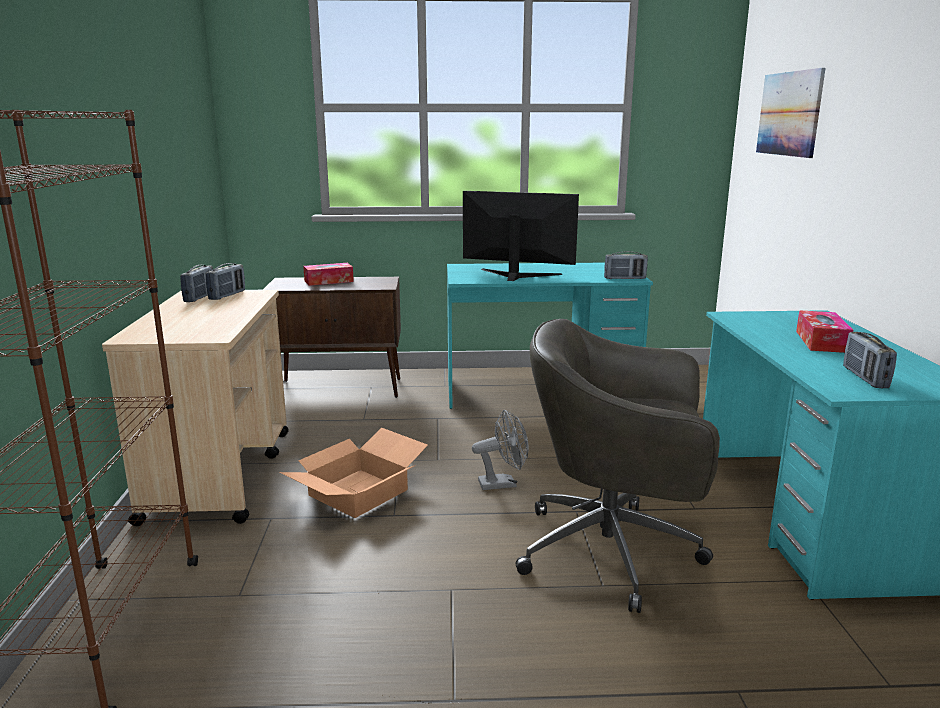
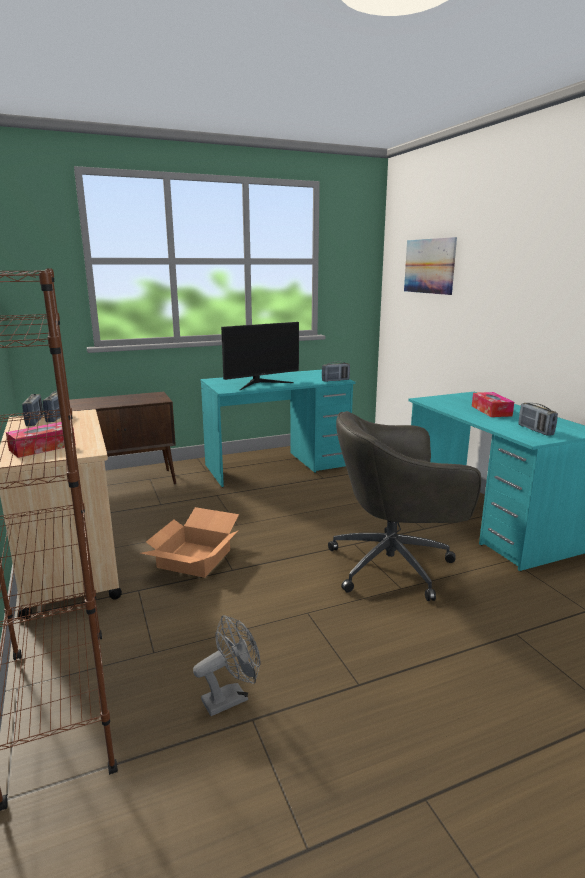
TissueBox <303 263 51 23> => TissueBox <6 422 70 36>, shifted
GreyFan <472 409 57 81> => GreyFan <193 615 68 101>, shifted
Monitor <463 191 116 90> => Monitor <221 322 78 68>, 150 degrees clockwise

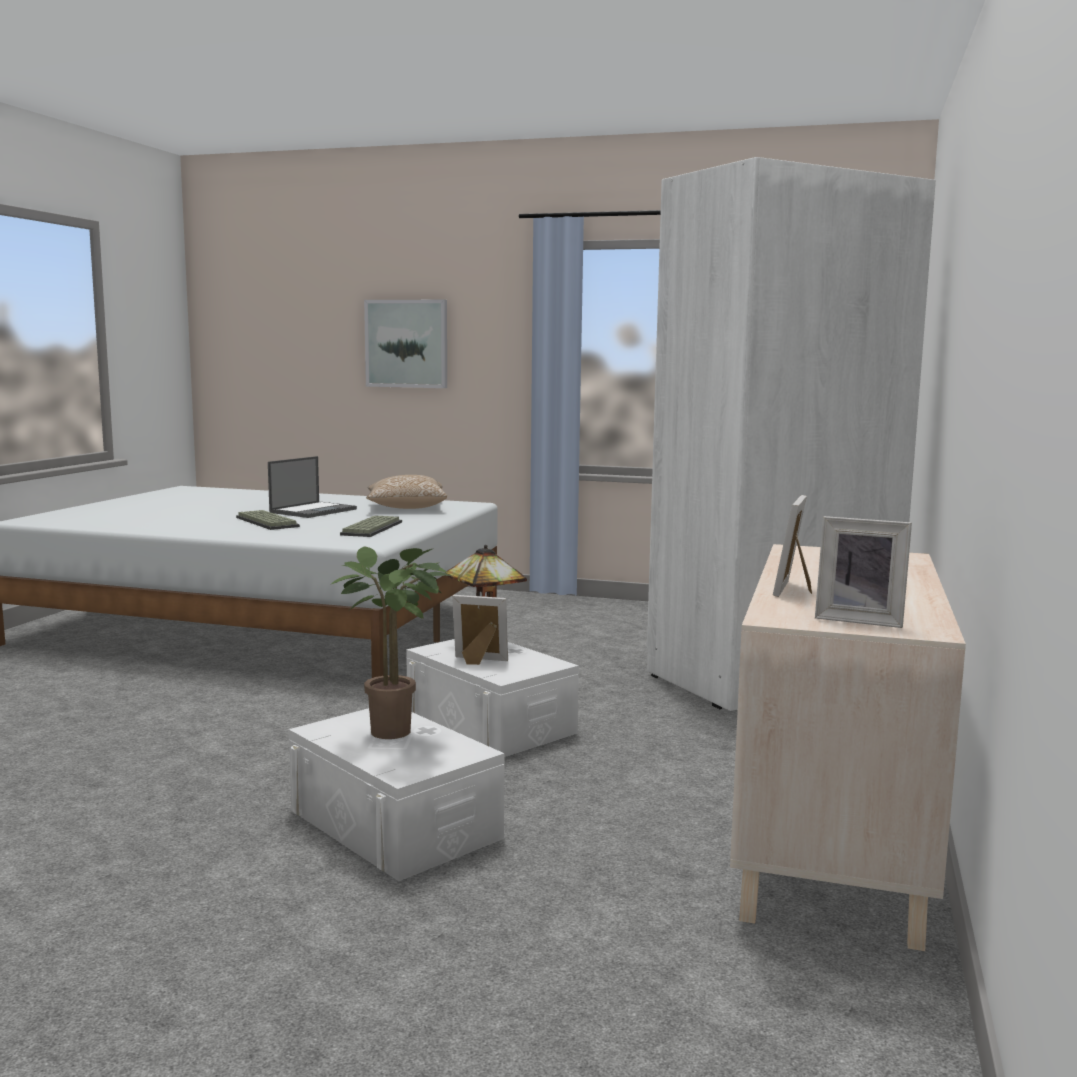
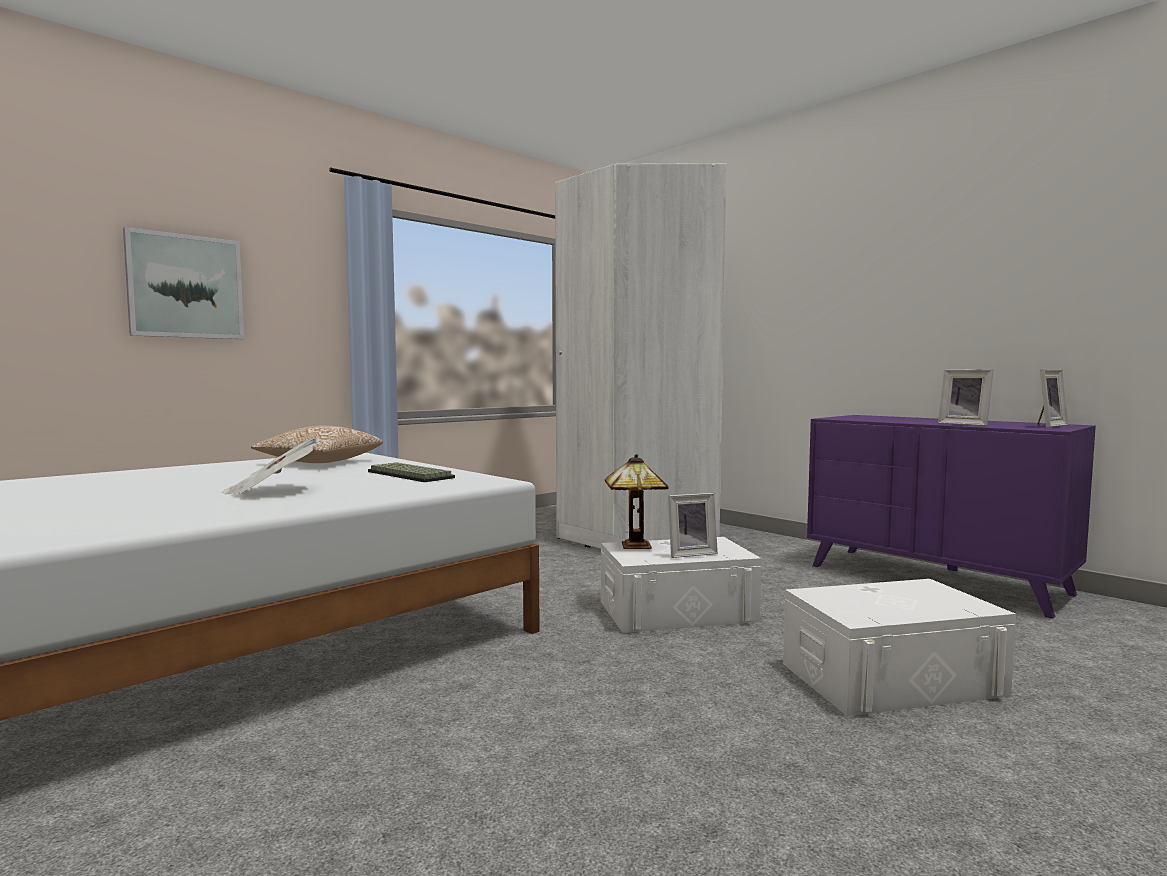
Laptop <268 456 89 62> => nothing
PottedPlant <332 546 119 193> => nothing
Keyboard <236 510 64 20> => Newspaper <222 438 99 56>
BeigeDresser <730 544 236 407> => PurpleDresser <807 415 289 204>
PictureFrame <452 595 56 70> => PictureFrame <668 493 50 65>, 150 degrees counterclockwise

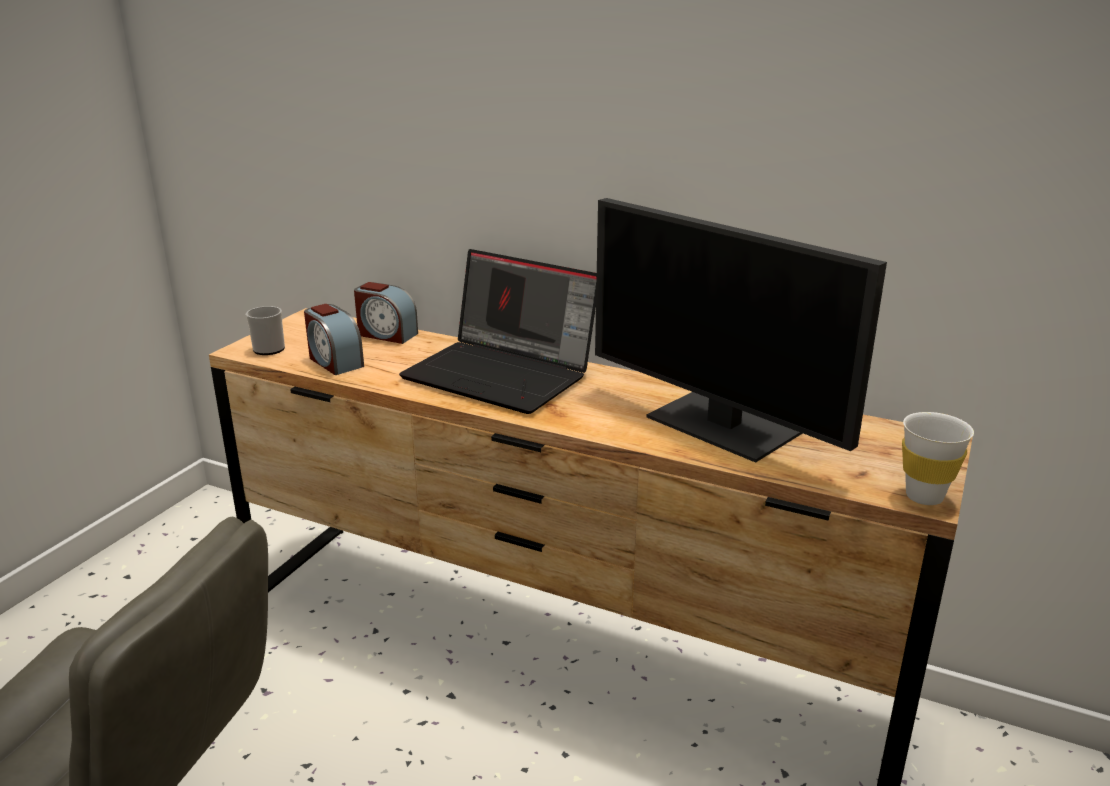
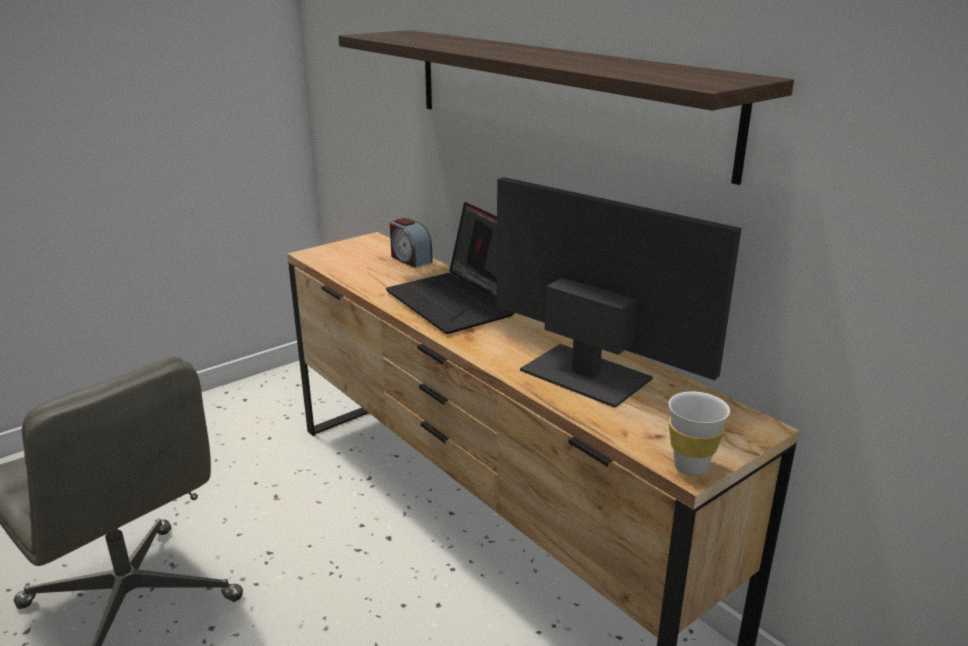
Mug <246 306 39 49> => nothing
AlarmClock <304 304 60 71> => nothing
nothing => Shelf <338 30 456 155>
Monitor <595 198 292 265> => Monitor <496 177 245 231>, 150 degrees clockwise

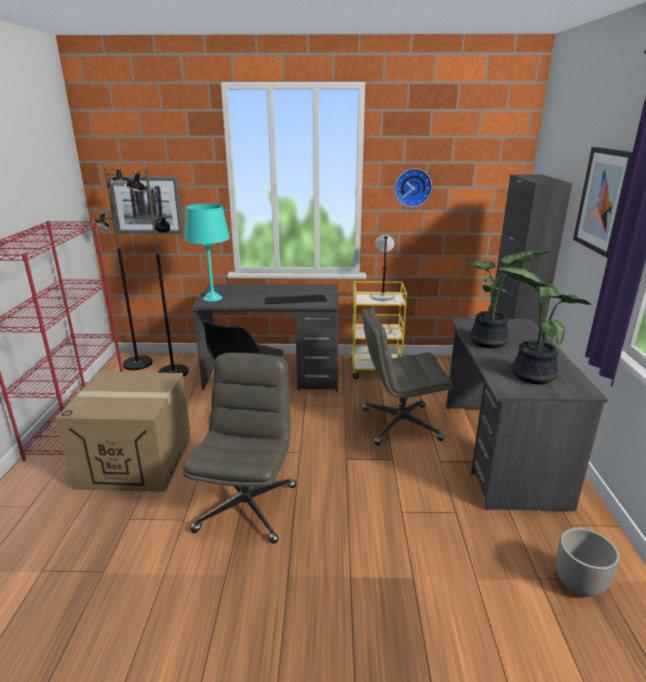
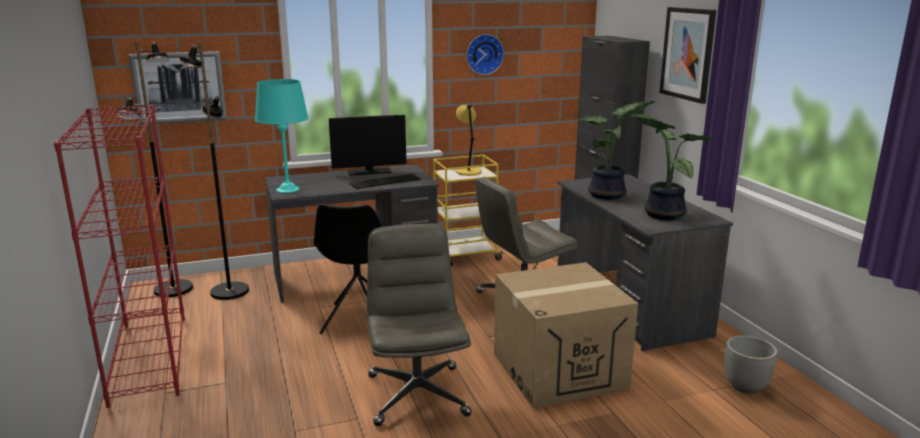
nothing => Monitor <329 115 77 61>
CardboardBox <55 372 136 120> => CardboardBox <494 262 144 146>, shifted
GreyTableLamp <371 235 24 66> => YellowTableLamp <456 105 26 71>

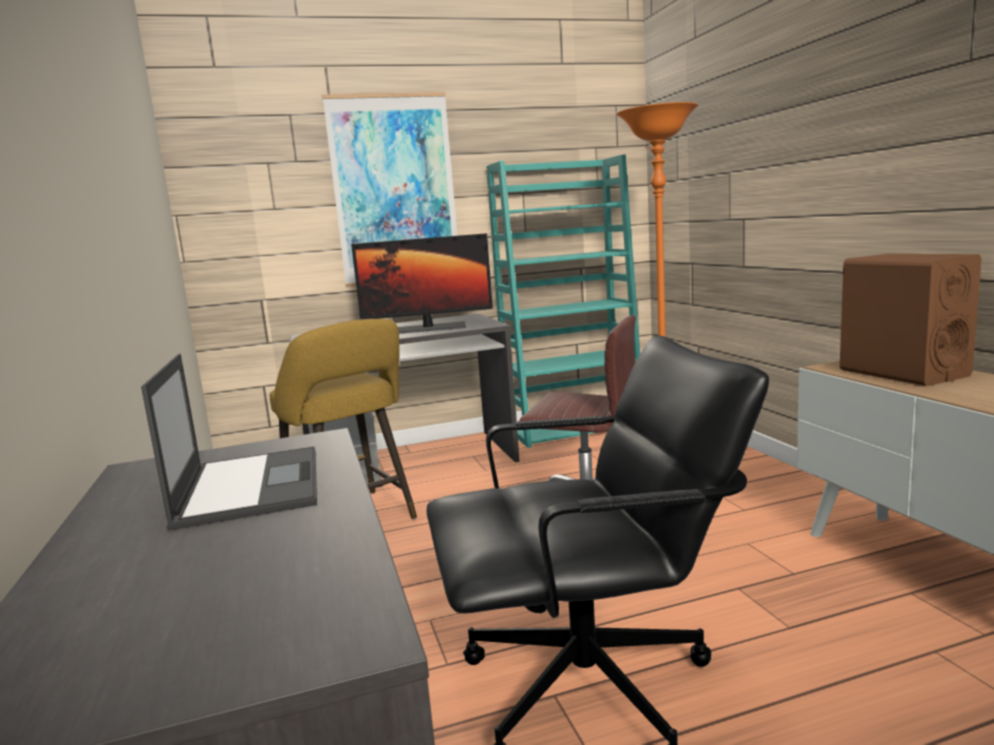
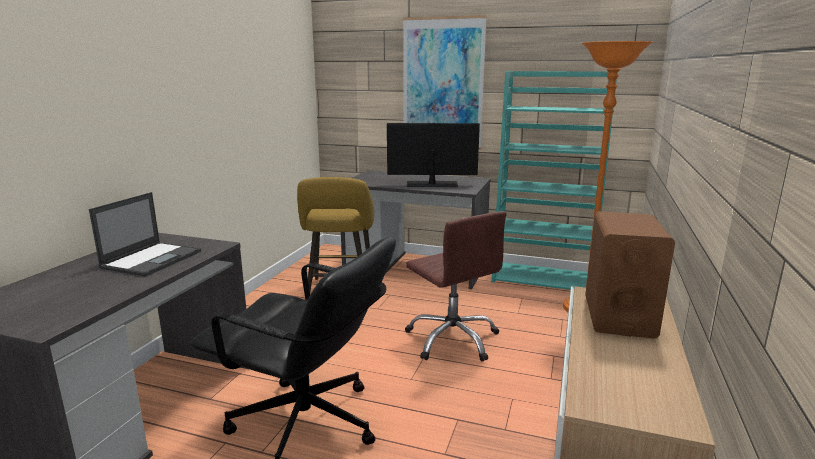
Monitor <351 233 142 101> => Monitor <387 123 93 64>, 150 degrees clockwise

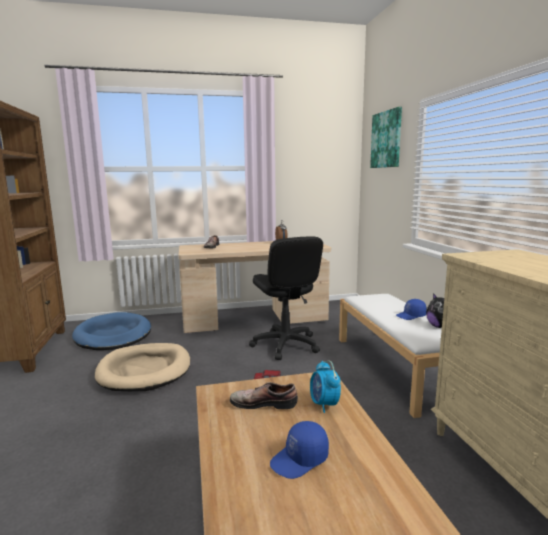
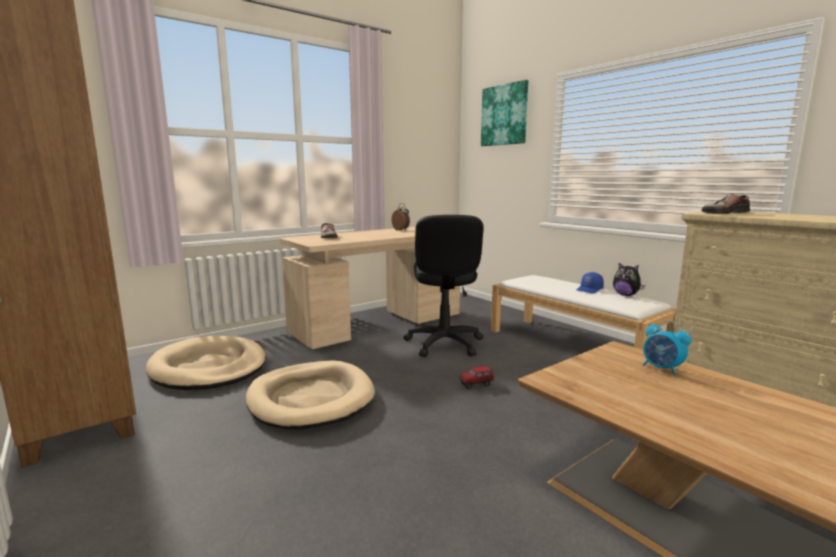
BlueCap <270 421 59 58> => nothing
Shoe <230 382 68 27> => Shoe <701 194 49 20>, shifted
BlueDogBed <72 312 79 38> => BeigeDogBed <146 336 120 54>
BlackOfficeChair <249 236 74 124> => BlackOfficeChair <403 215 80 142>, 45 degrees clockwise

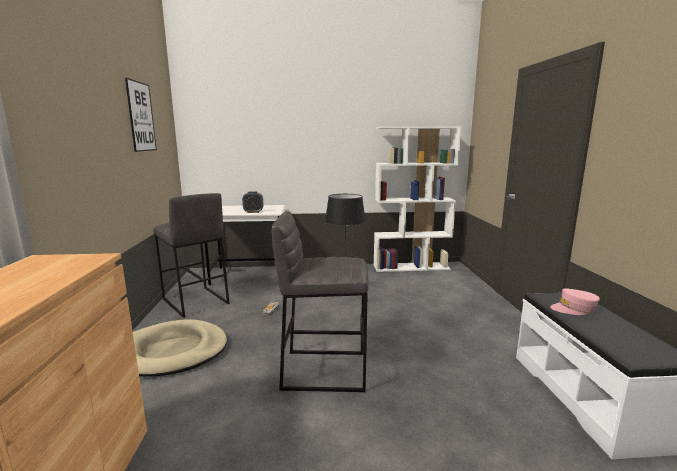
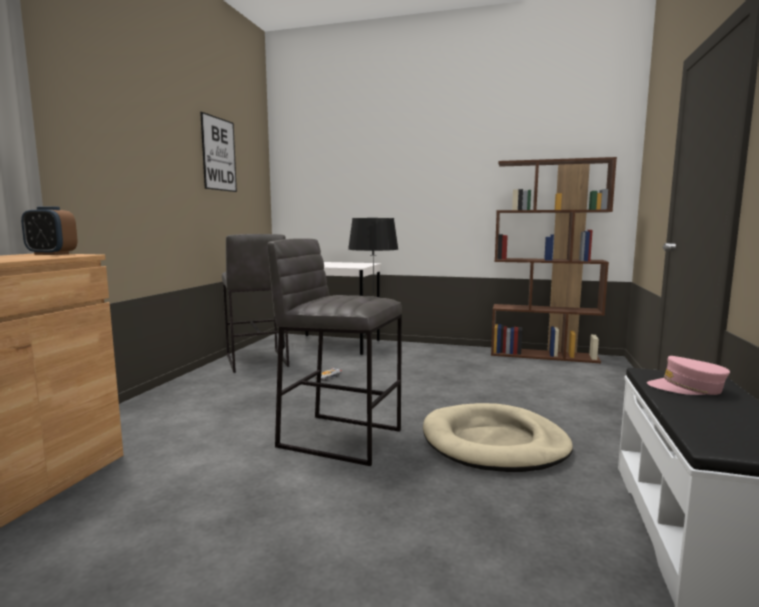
BeigeDogBed <133 319 94 58> => BeigeDogBed <423 403 150 69>, shifted
AlarmClock <242 191 21 22> => AlarmClock <21 206 56 49>, shifted
WhiteBookcase <374 126 88 146> => BrownBookcase <491 157 126 206>

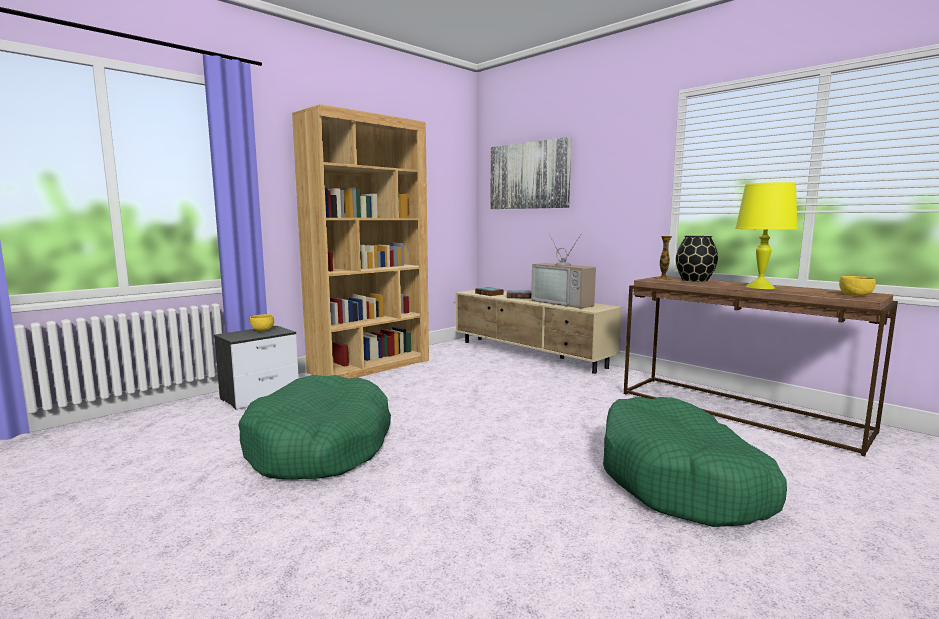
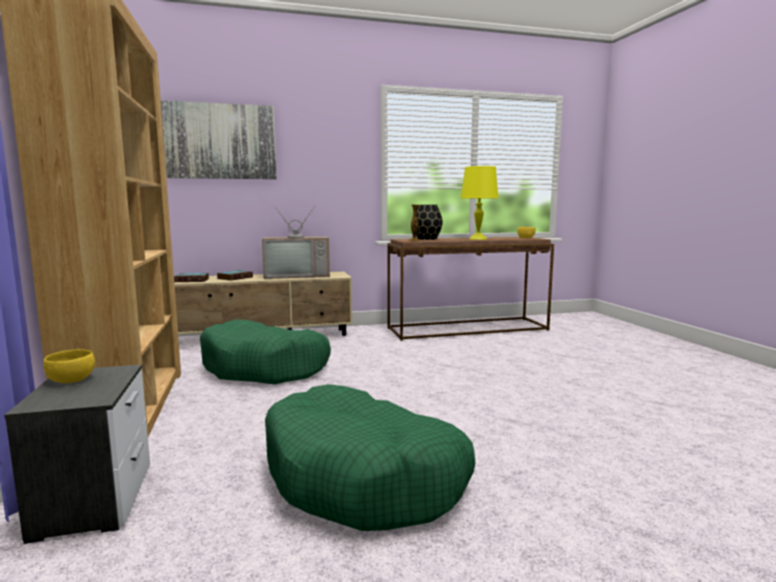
GreenDogBed <603 397 184 130> => GreenDogBed <200 319 131 65>, shifted

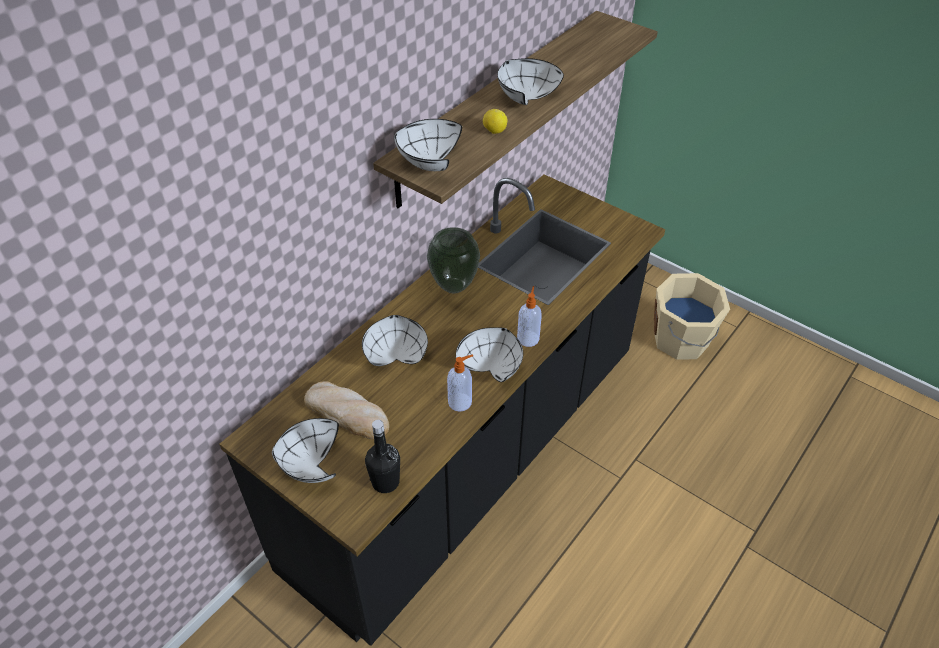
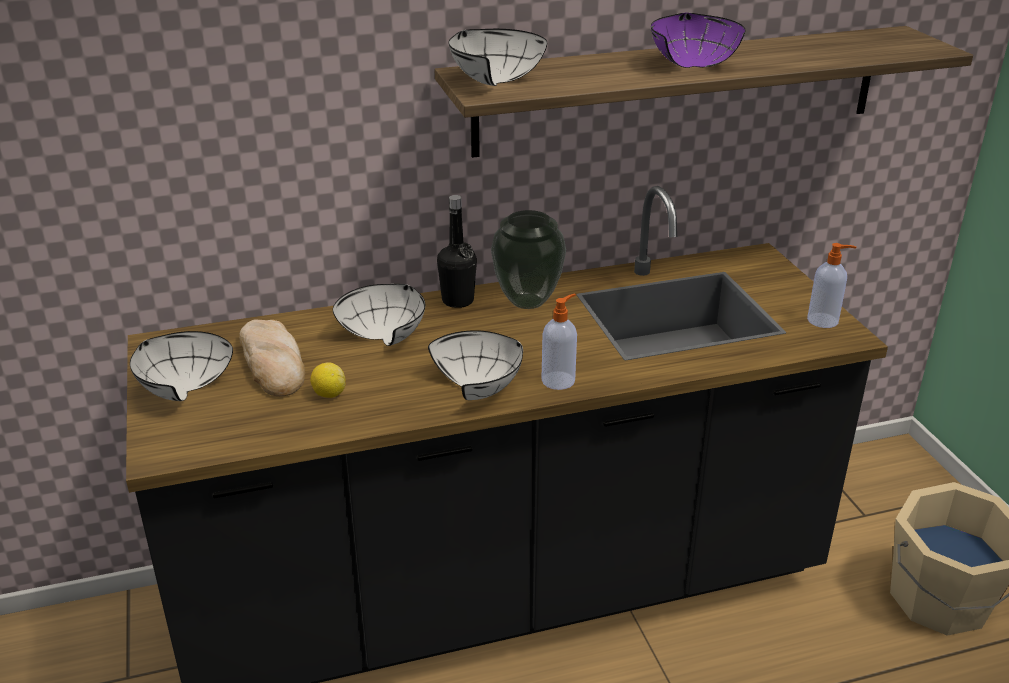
BlackBottle <365 420 35 73> => BlackBottle <437 195 40 113>, shifted
SoapDispenser <447 355 26 57> => SoapDispenser <807 243 50 85>, shifted
Lemon <483 109 24 25> => Lemon <310 362 35 36>, shifted
WhiteBowl <497 58 67 47> => PurpleBowl <651 13 95 55>

